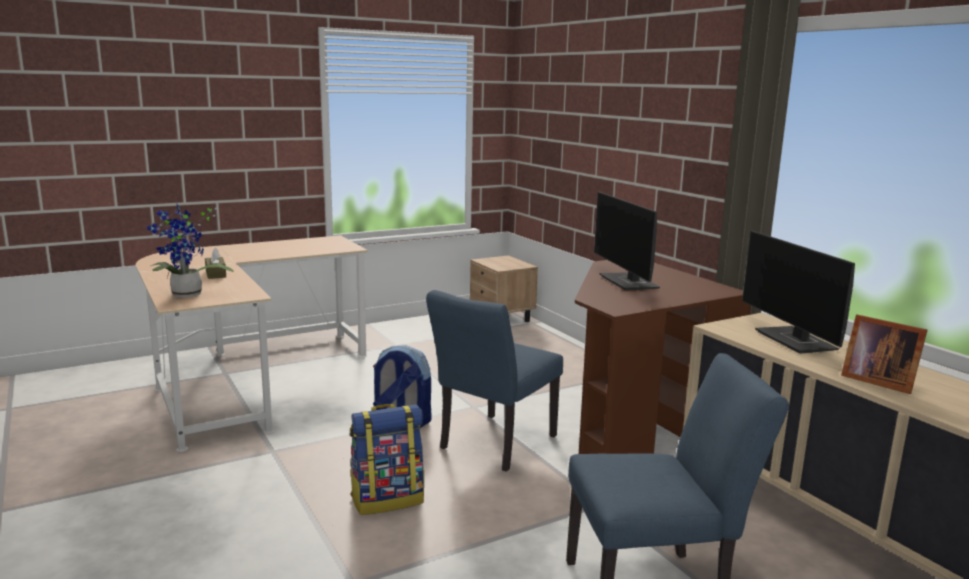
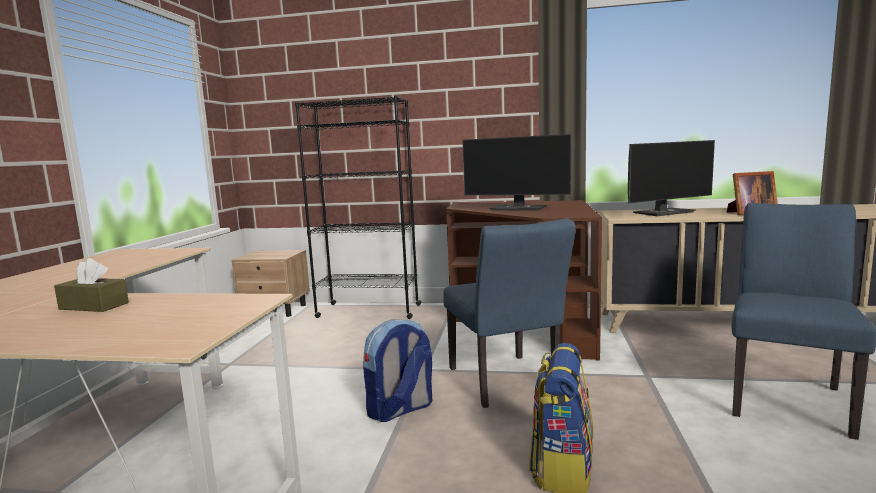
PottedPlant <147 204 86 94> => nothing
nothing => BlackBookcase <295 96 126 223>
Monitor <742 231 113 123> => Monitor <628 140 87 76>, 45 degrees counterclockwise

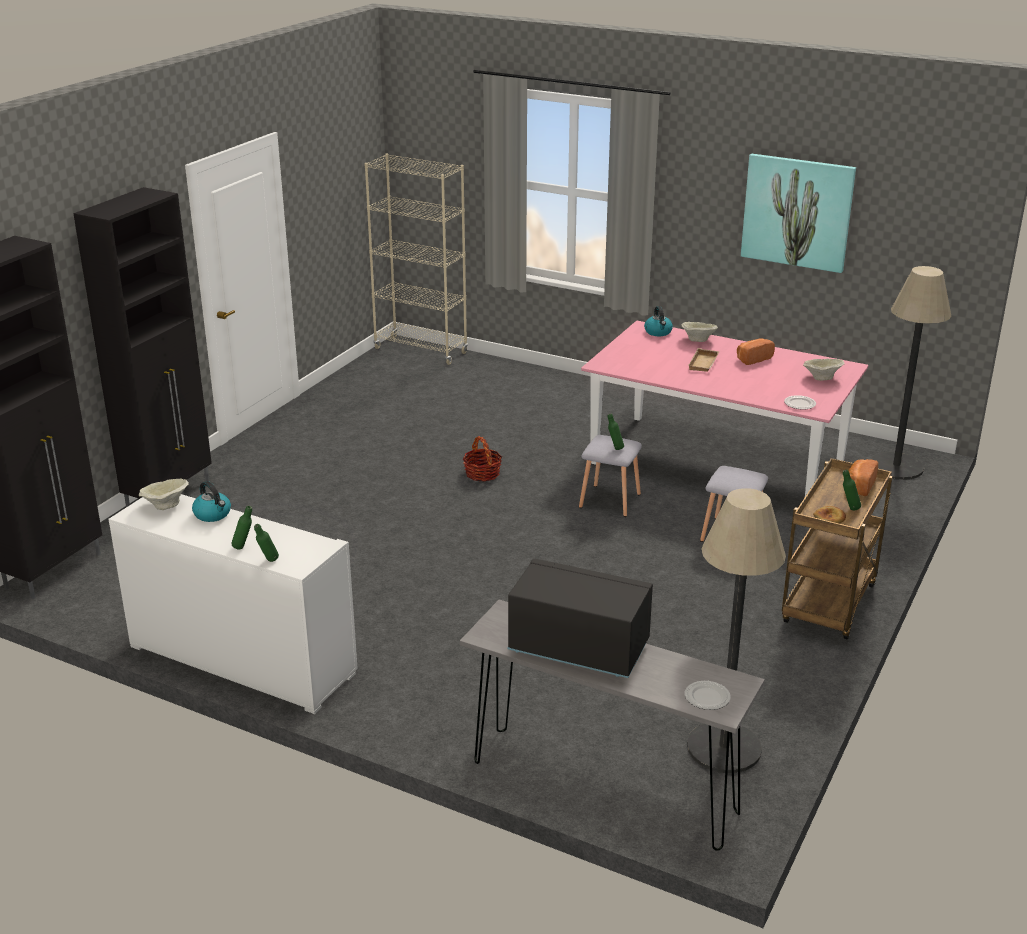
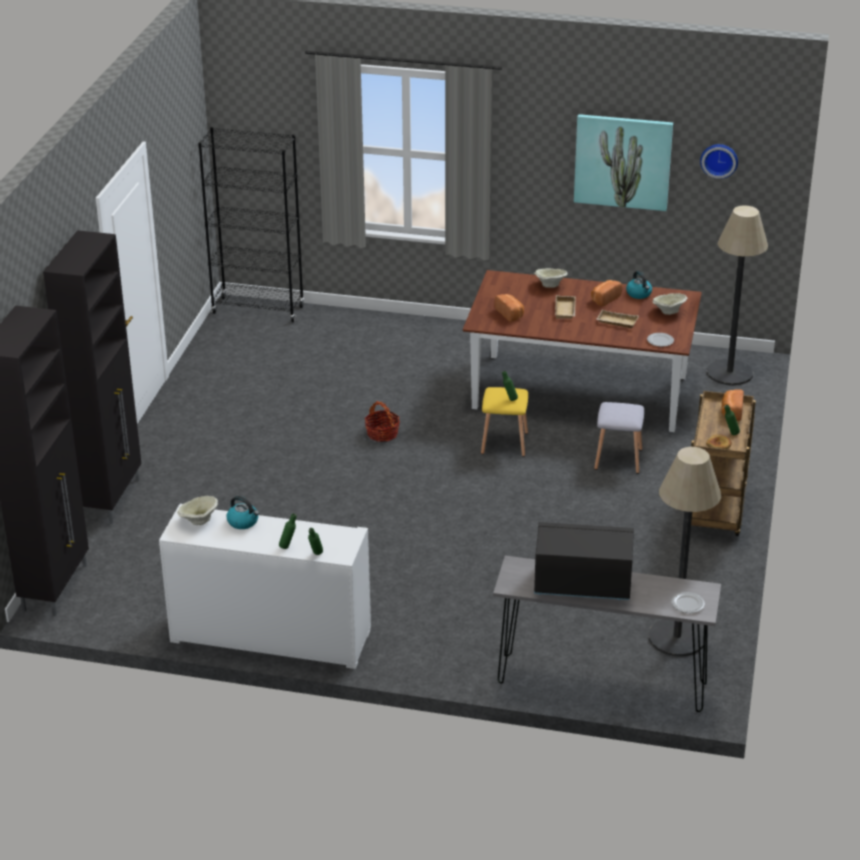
nothing => Bread <495 294 29 28>
nothing => BeigeTray <596 310 43 18>
nothing => WallClock <700 144 38 35>
Kettle <644 306 29 30> => Kettle <626 271 26 28>, shifted
BeigeBookcase <364 154 104 211> => BlackBookcase <198 127 106 195>
GreyStool <579 435 63 82> => YellowStool <481 387 47 70>
PinkDiningTable <581 321 287 175> => BrownDiningTable <463 270 239 162>

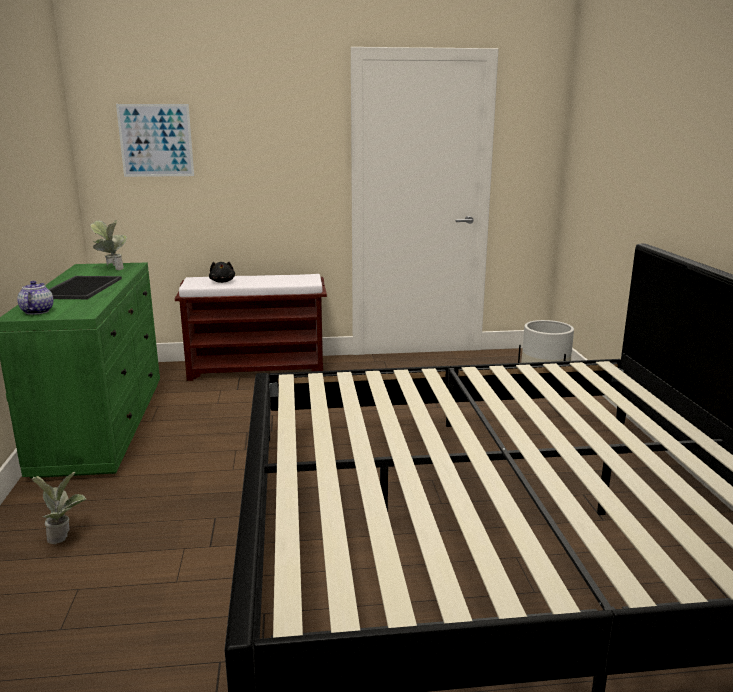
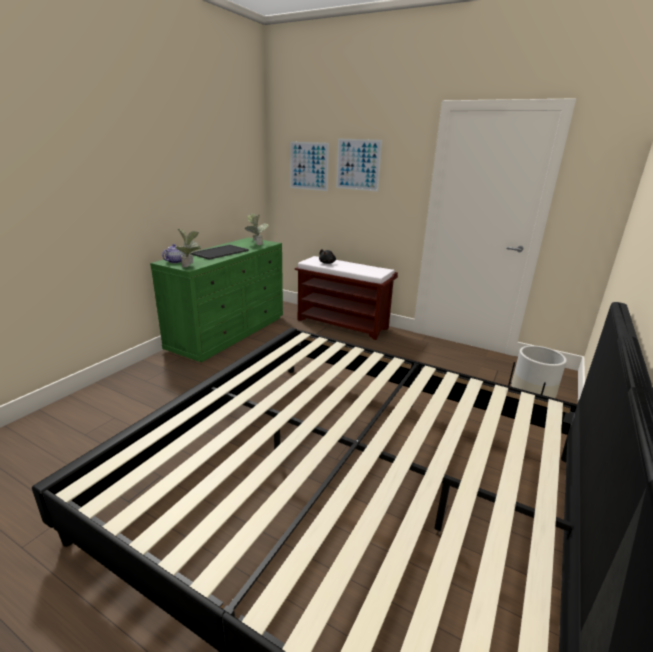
nothing => Picture <336 138 46 54>
PottedPlant <31 472 55 72> => PottedPlant <175 229 26 38>, shifted

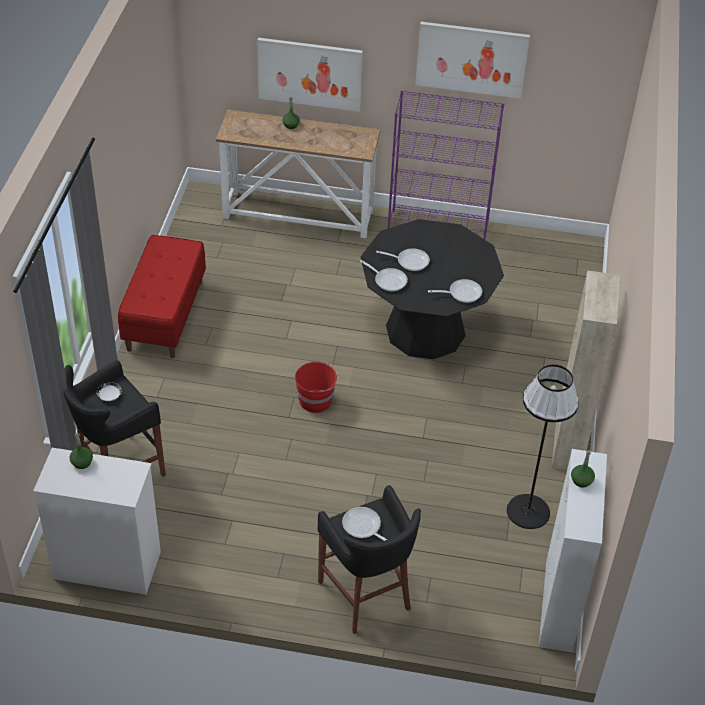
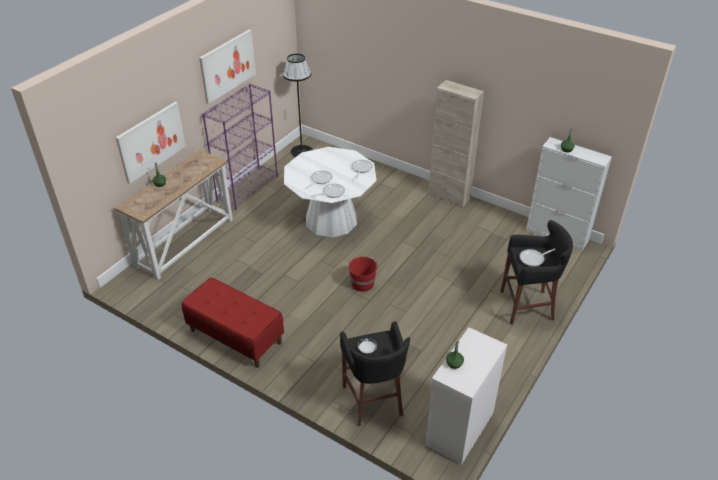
BlackFloorLamp <507 365 72 164> => BlackFloorLamp <283 54 30 103>, shifted
BlackDiningTable <361 219 143 140> => WhiteDiningTable <284 147 93 91>

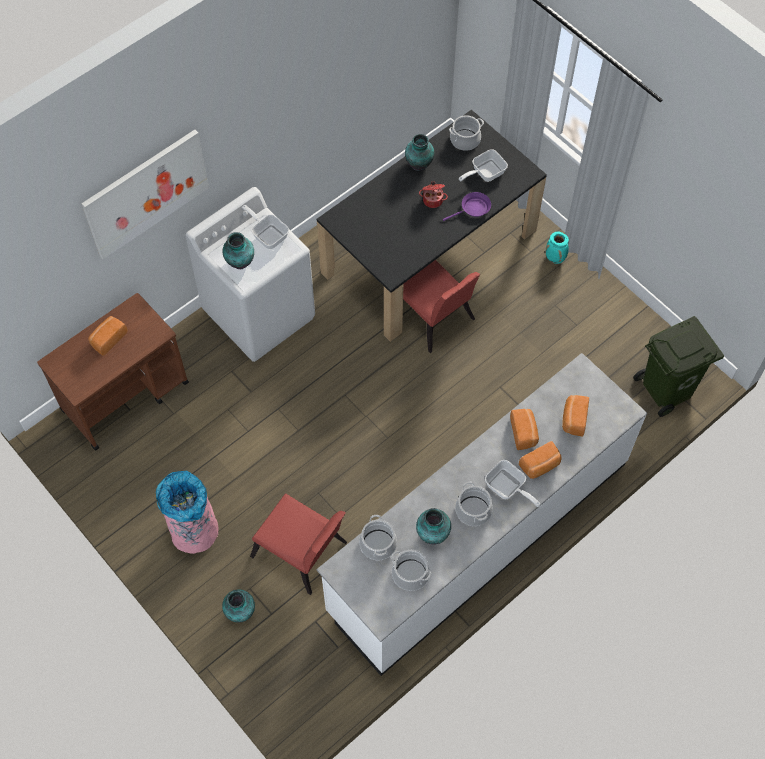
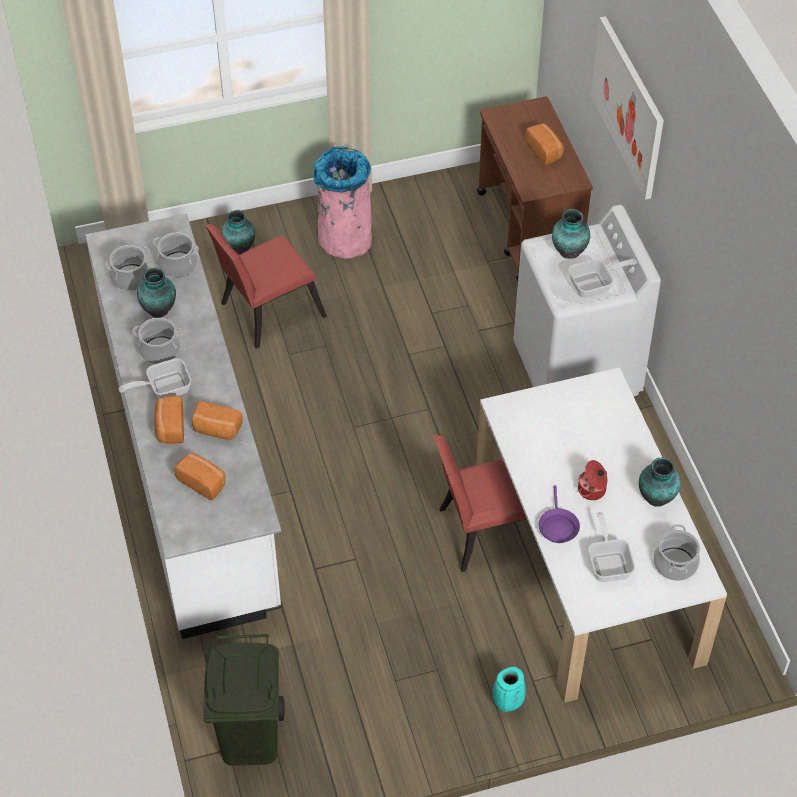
BlackDiningTable <317 110 230 232> => WhiteDiningTable <476 367 251 336>

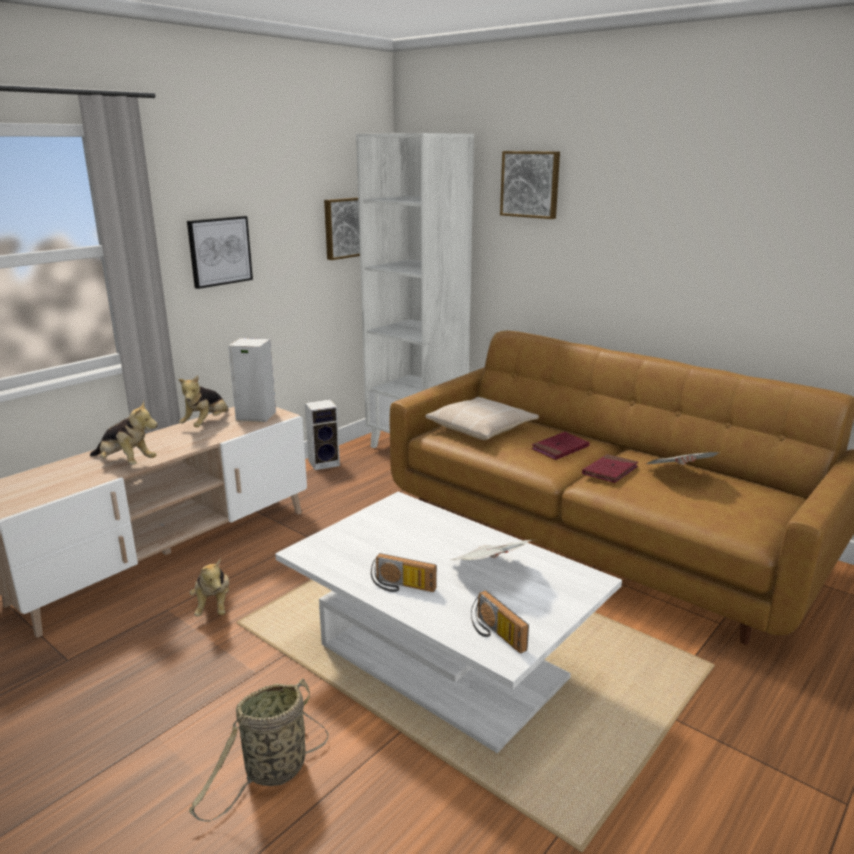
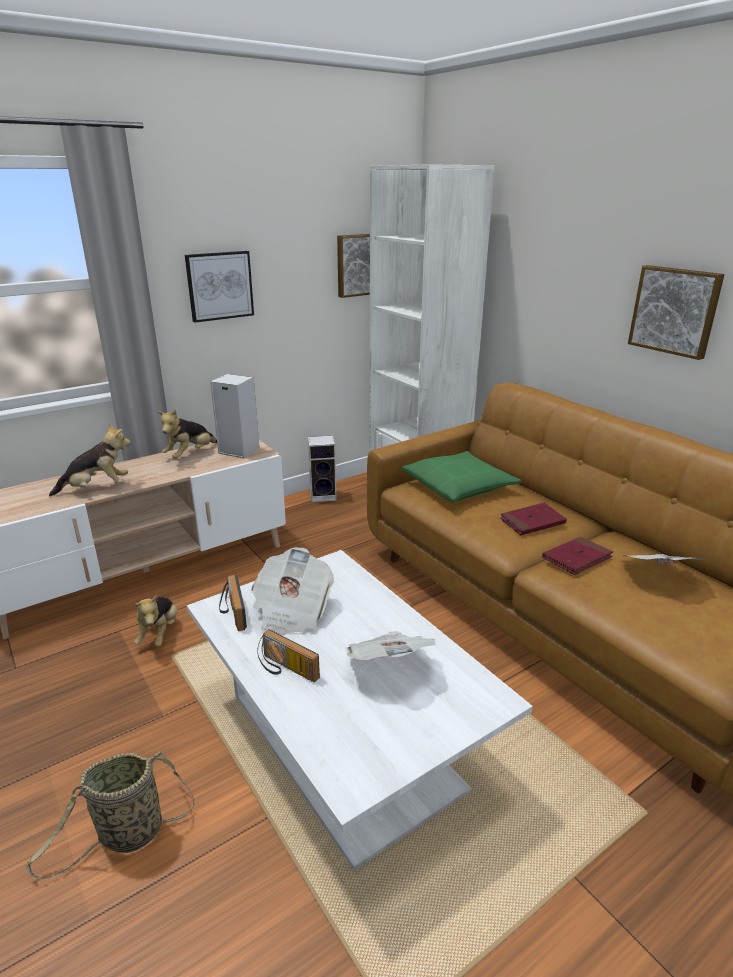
nothing => Newspaper <252 547 82 89>
Radio <471 590 58 63> => Radio <219 575 28 56>, shifted
Picture <500 151 60 68> => Picture <628 265 97 95>, shifted
BeigePillow <426 397 113 43> => GreenPillow <402 451 119 52>
PlushToy <90 401 68 64> => PlushToy <49 423 82 74>, 60 degrees counterclockwise

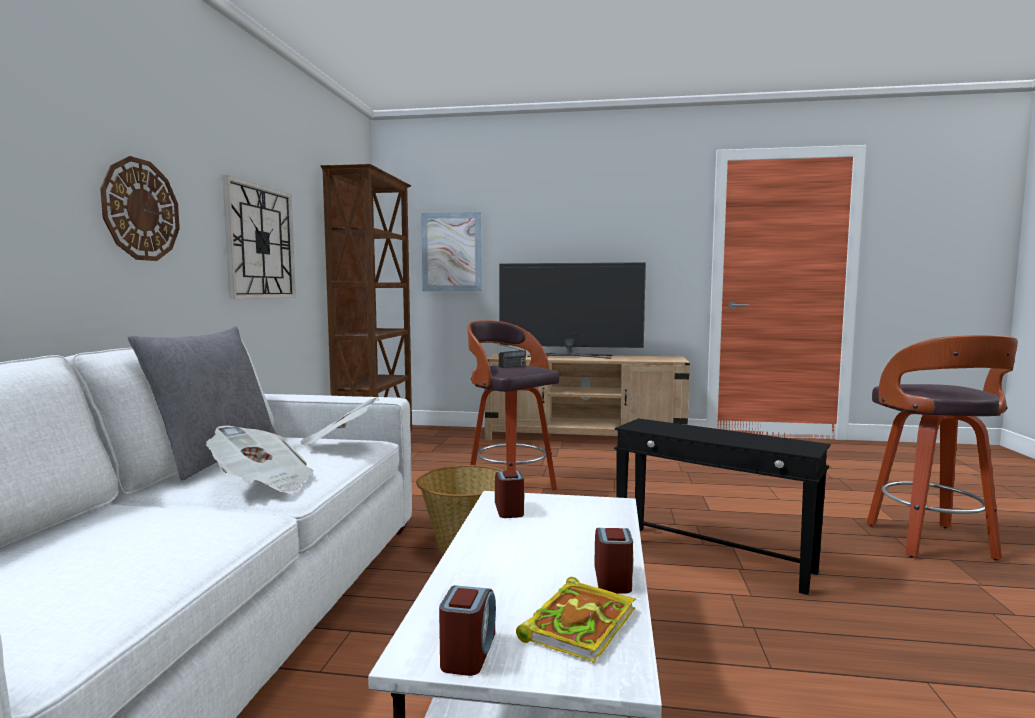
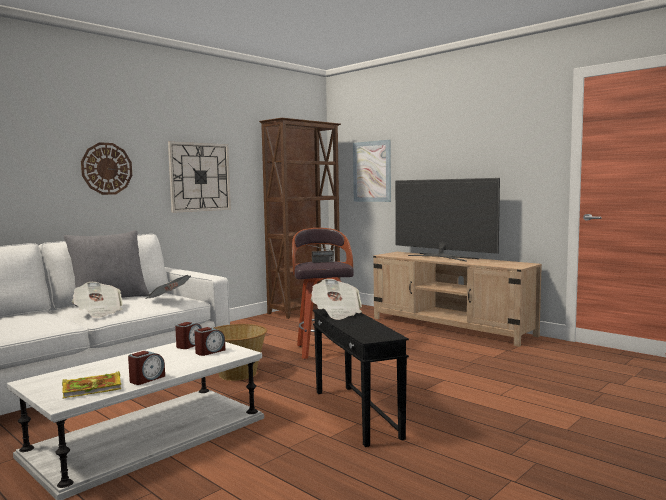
Stool <866 335 152 225> => nothing
nothing => Newspaper <311 279 51 41>
AlarmClock <439 585 57 91> => AlarmClock <195 327 30 29>, shifted

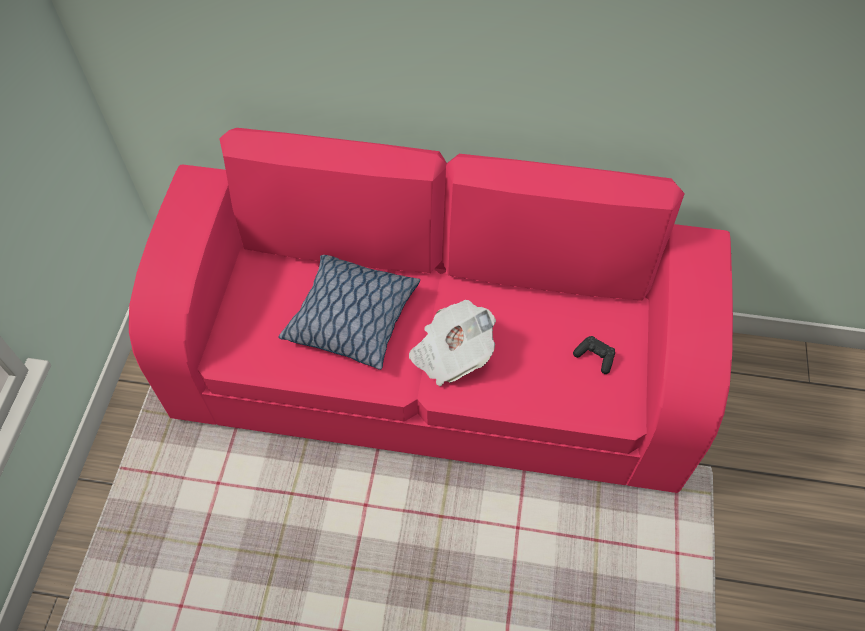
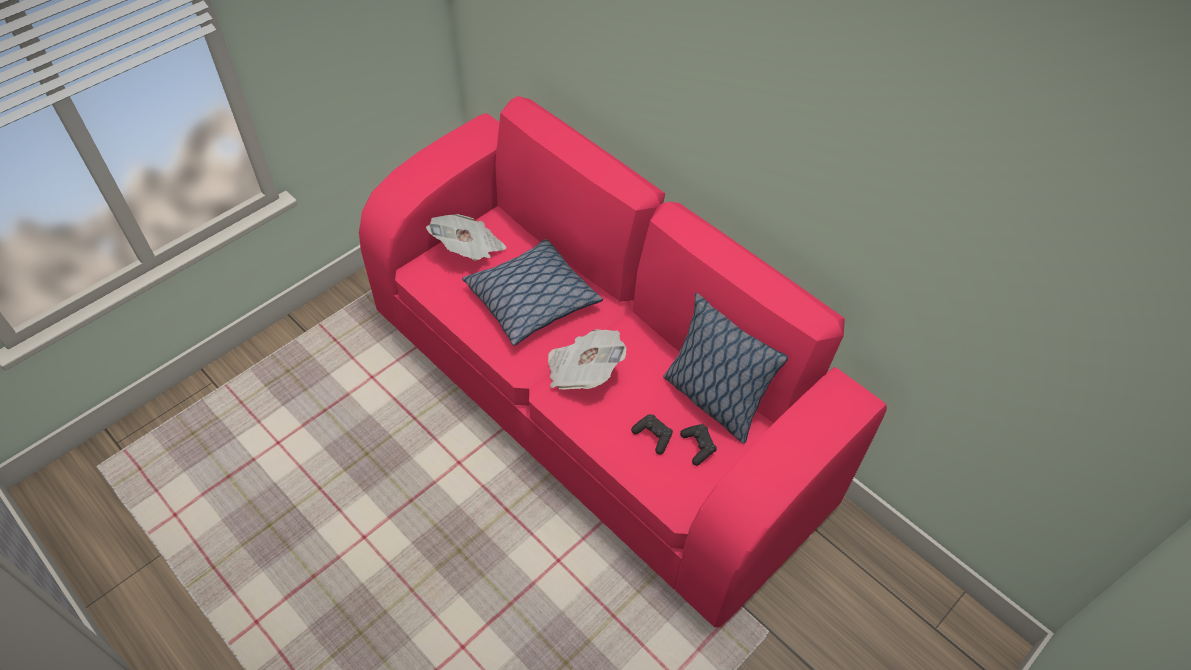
nothing => Newspaper <426 214 80 46>
nothing => BlackGameController <631 414 42 41>
nothing => Pillow <663 293 125 151>

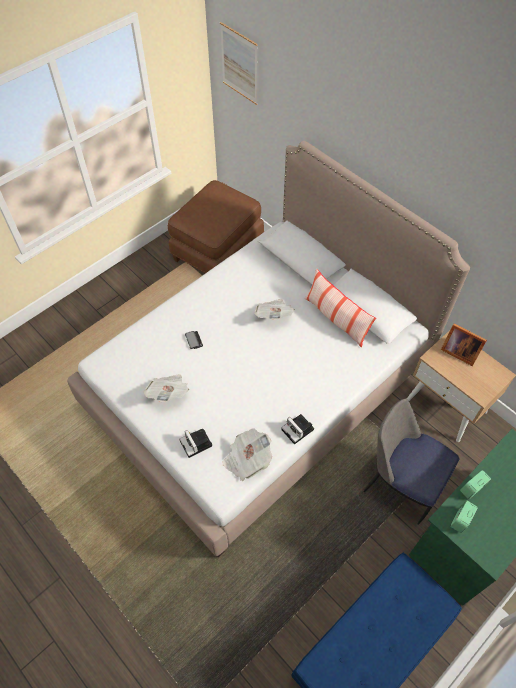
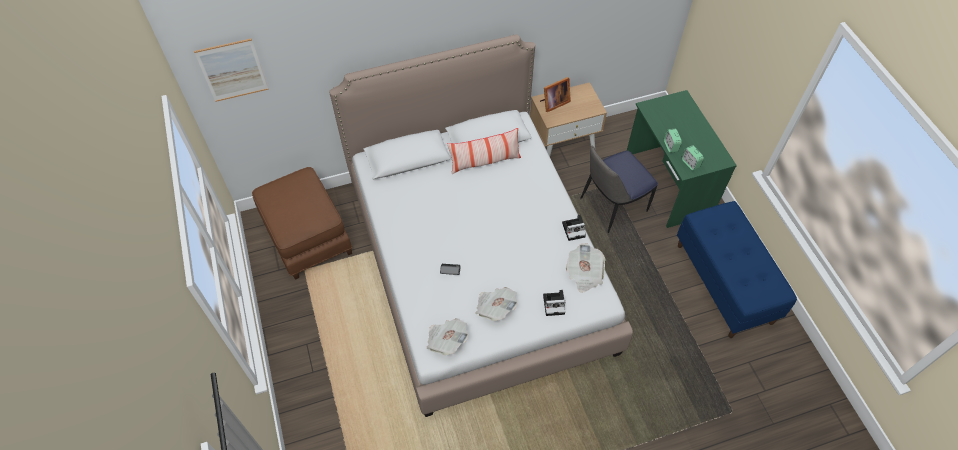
Newspaper <254 299 41 21> => Newspaper <427 318 41 37>, shifted

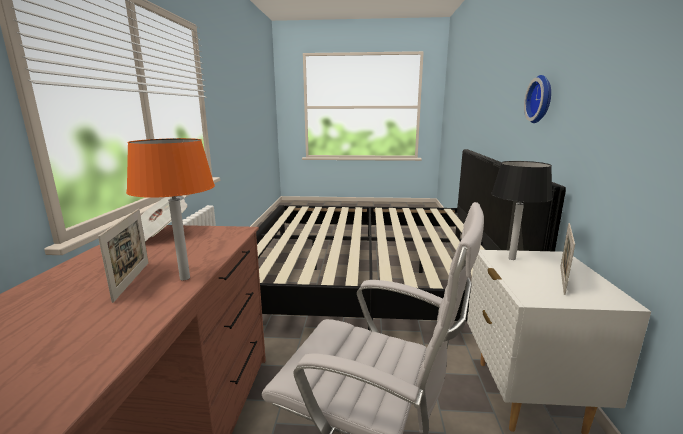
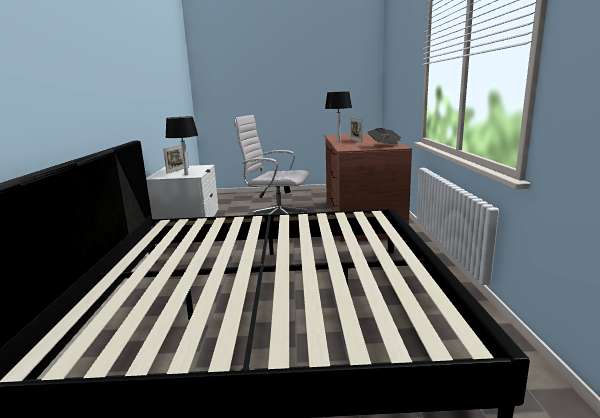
WallClock <524 75 27 48> => nothing
OrangeTableLamp <126 138 89 142> => BlackTableLamp <325 91 27 51>

